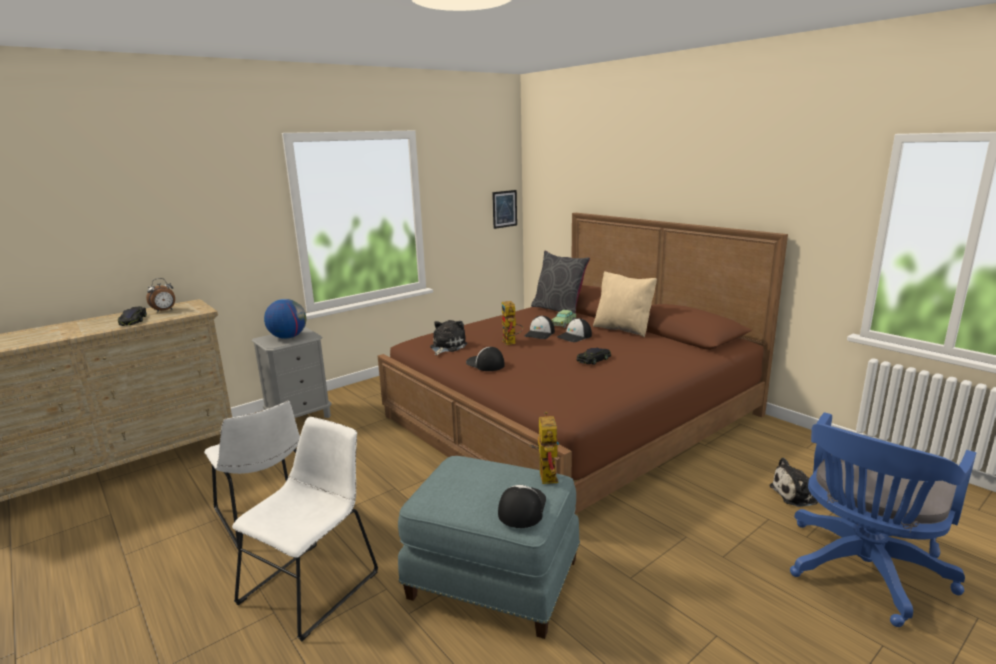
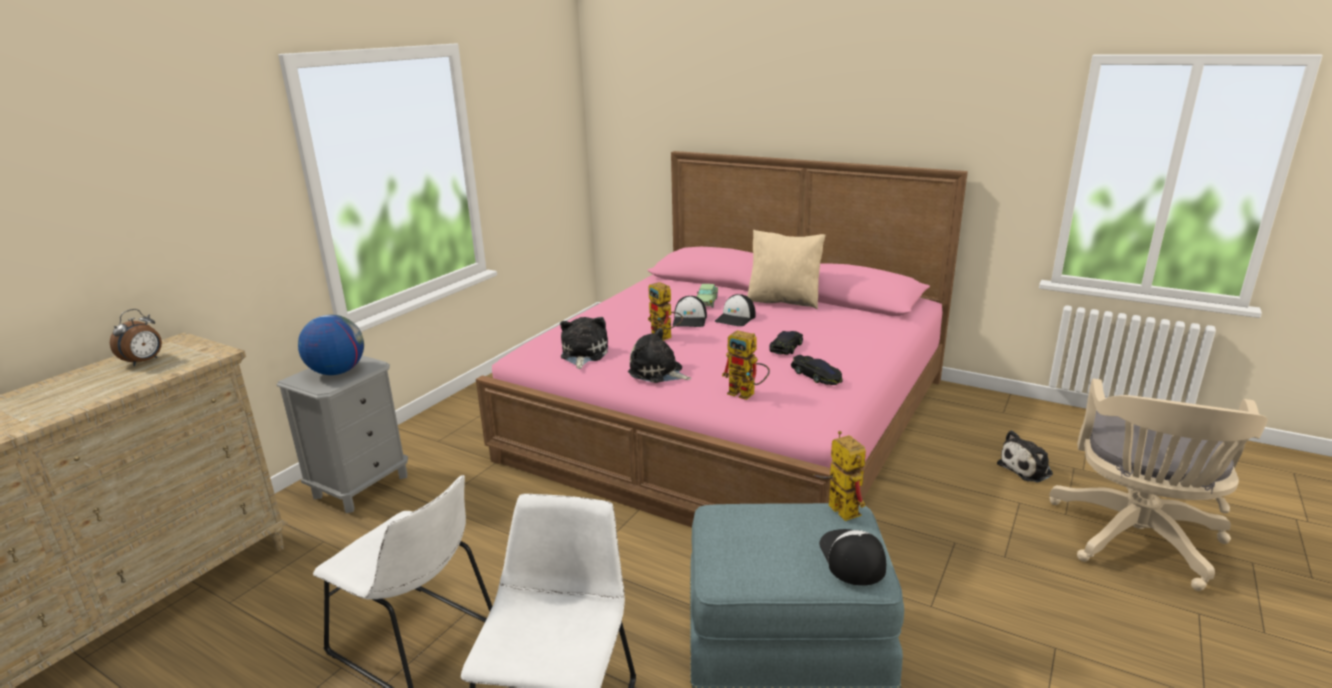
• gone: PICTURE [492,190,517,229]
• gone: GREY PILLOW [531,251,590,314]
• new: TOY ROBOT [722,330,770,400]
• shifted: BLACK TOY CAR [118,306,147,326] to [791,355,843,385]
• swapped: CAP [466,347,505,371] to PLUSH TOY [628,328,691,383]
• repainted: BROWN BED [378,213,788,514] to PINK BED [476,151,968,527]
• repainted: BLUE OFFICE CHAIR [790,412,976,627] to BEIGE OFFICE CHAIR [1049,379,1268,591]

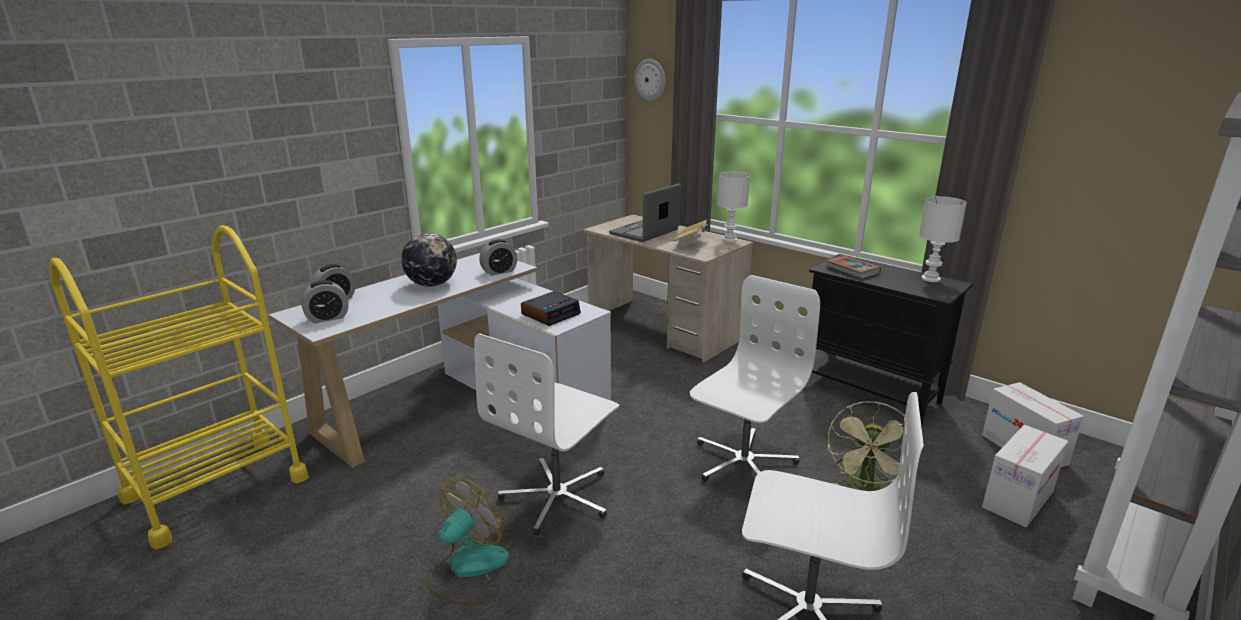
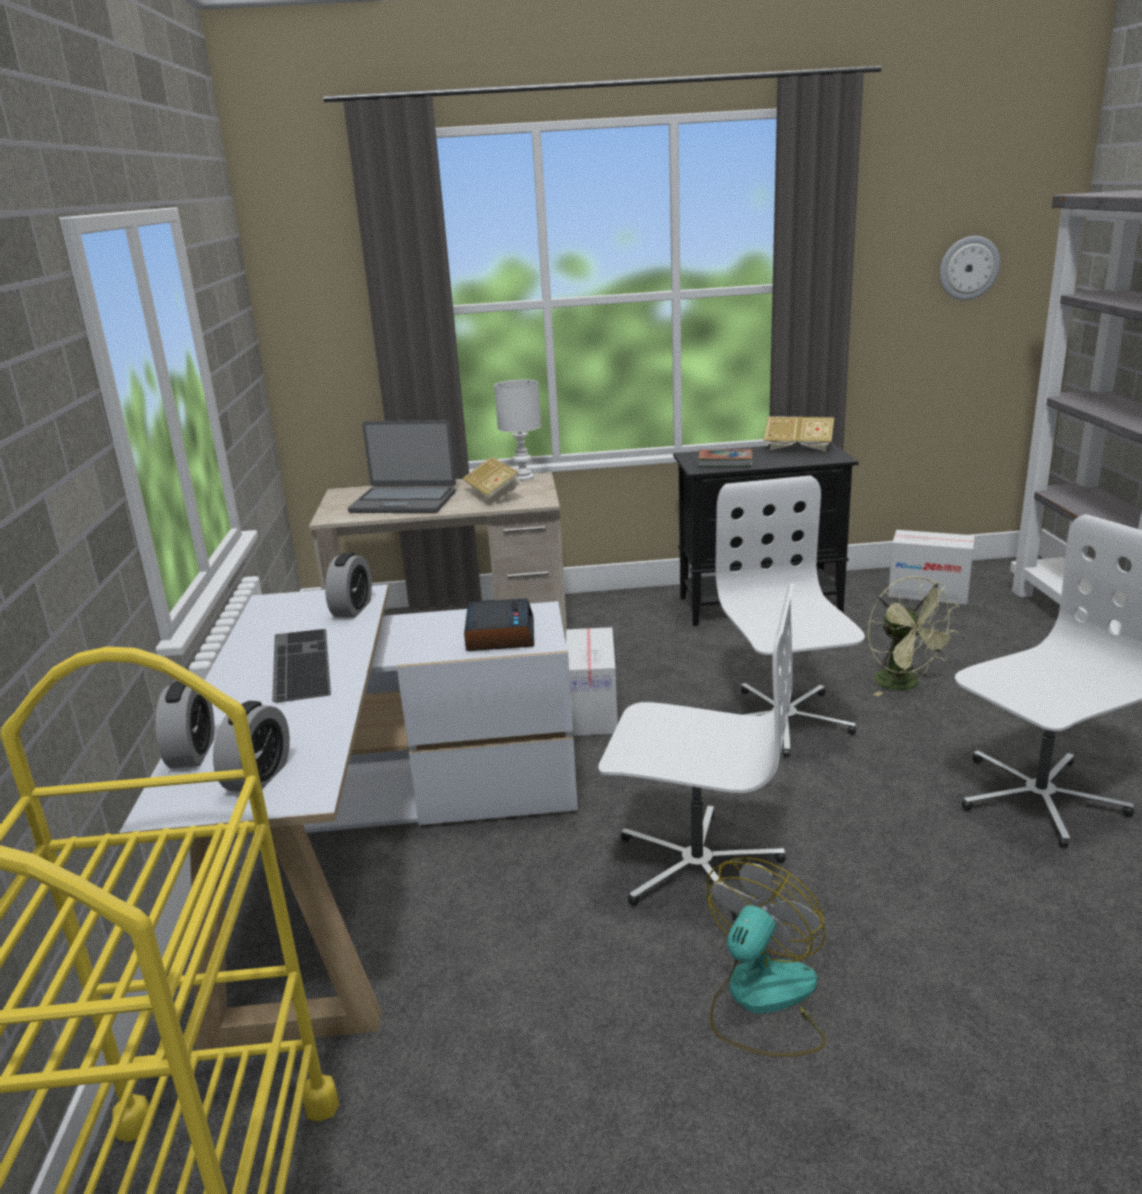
• shifted: WALL CLOCK [634,59,666,101] to [940,236,1000,300]
• shifted: CARDBOARD BOX [982,425,1069,528] to [566,627,618,736]
• swapped: GLOBE [401,233,457,287] to KEYBOARD [272,629,331,702]
• swapped: WHITE TABLE LAMP [919,196,967,282] to BOOK [763,416,834,452]
• rotated: FAN [427,477,509,604] = [707,857,826,1057] 45 degrees clockwise
• rotated: WHITE OFFICE CHAIR [474,333,619,535] = [598,583,794,921] 60 degrees counterclockwise
• rotated: LAPTOP [609,183,681,242] = [348,420,456,513] 75 degrees counterclockwise

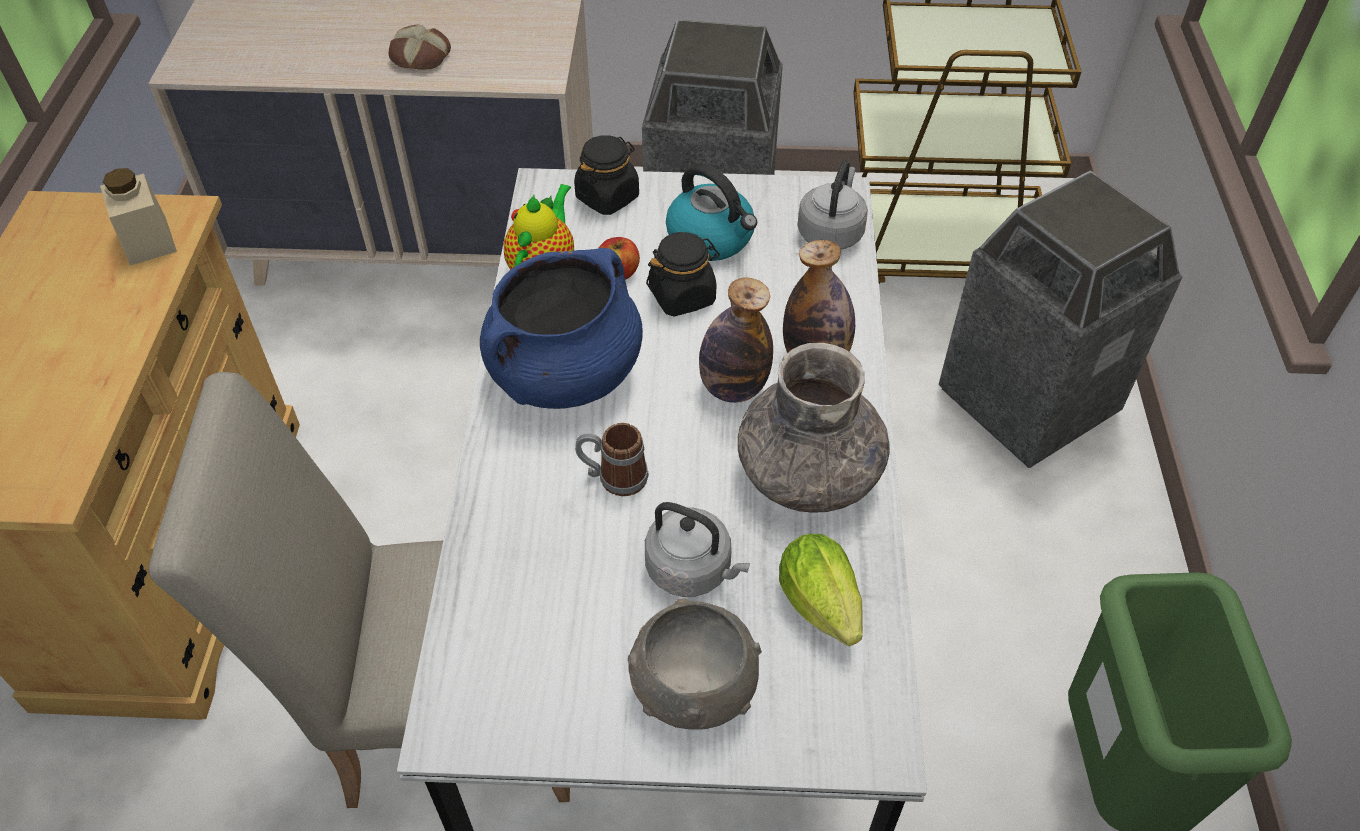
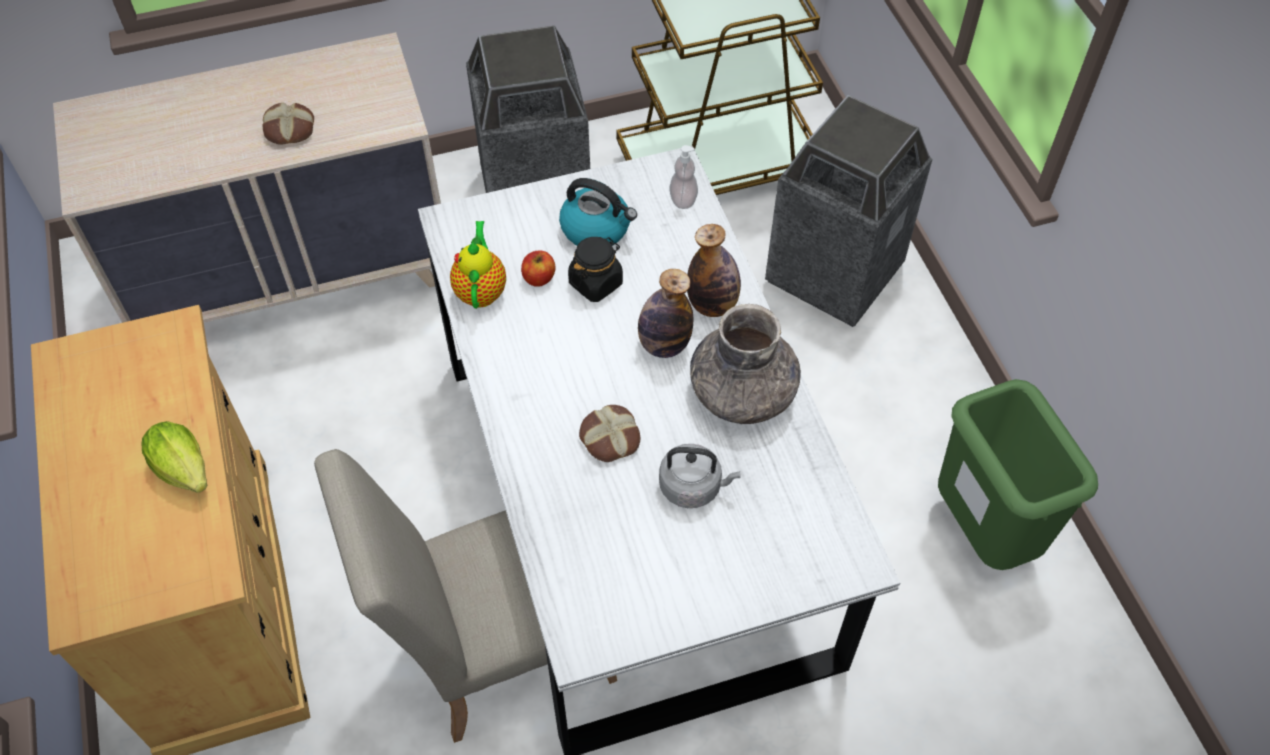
• gone: BEIGE JAR [100,168,177,266]
• gone: BLUE COOKING POT [480,248,643,409]
• gone: BLACK JAR [574,135,639,215]
• gone: GREY BOWL [628,598,762,730]
• shifted: LETTUCE [779,534,863,646] to [141,421,207,493]
• swapped: MUG [575,423,649,496] to BREAD [579,405,640,462]
• swapped: GREY KETTLE [797,160,868,250] to SOAP DISPENSER [669,145,698,209]

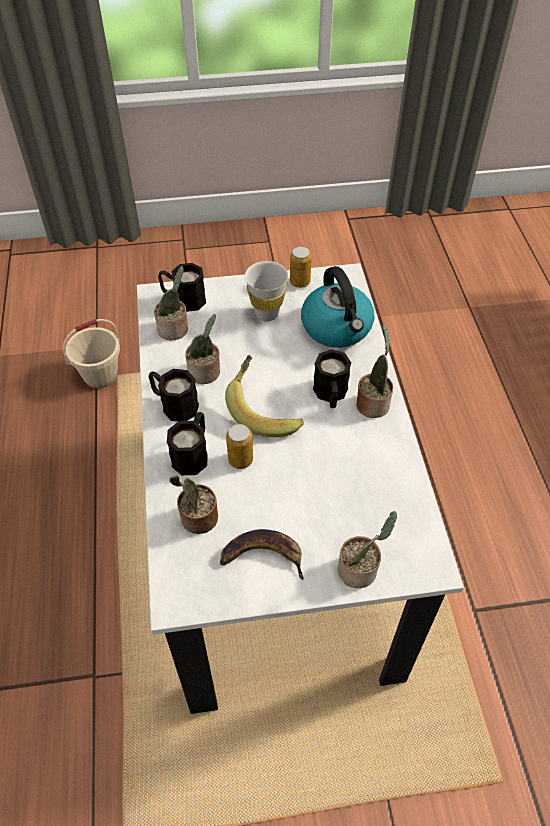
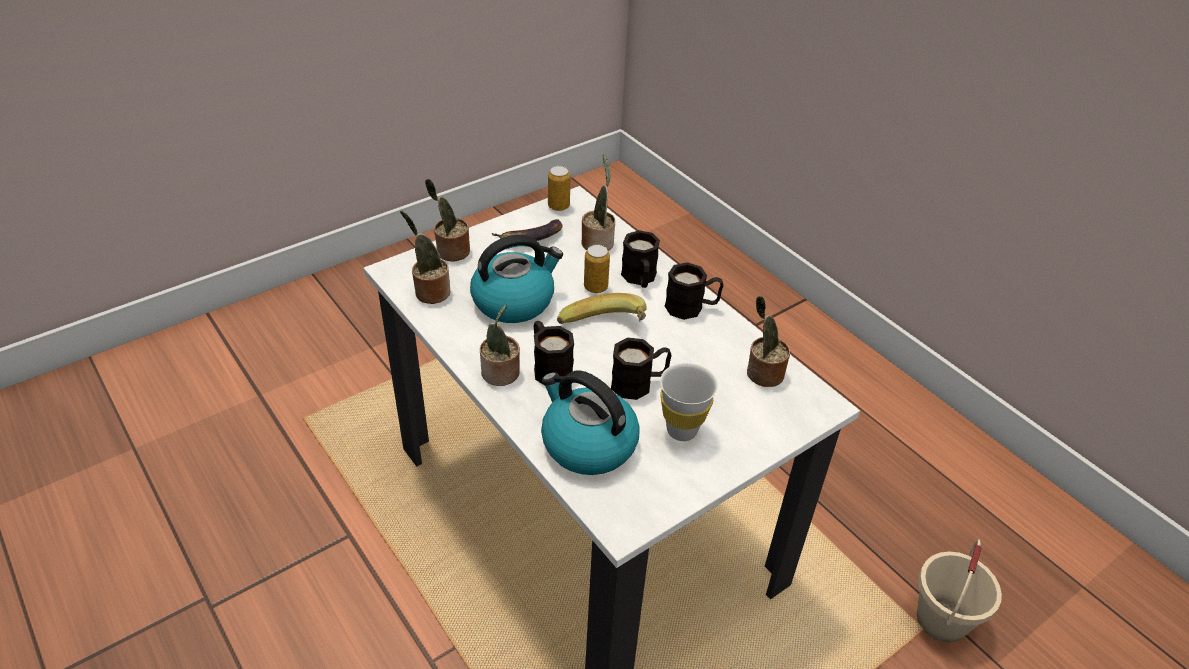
• new: KETTLE [470,234,563,323]
• shifted: BLACK MUG [158,263,206,312] to [611,337,672,400]
• shifted: POTTED PLANT [185,314,220,384] to [400,211,450,304]
• shifted: CAN [290,246,312,288] to [548,166,570,211]

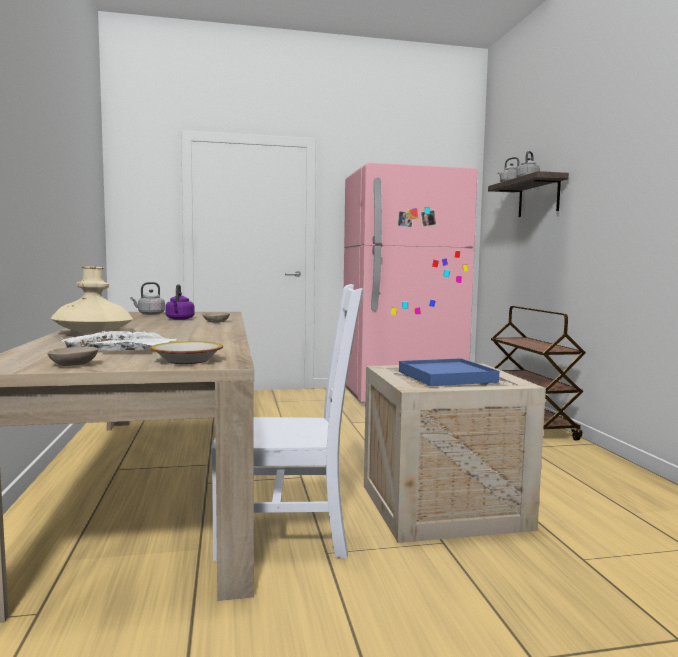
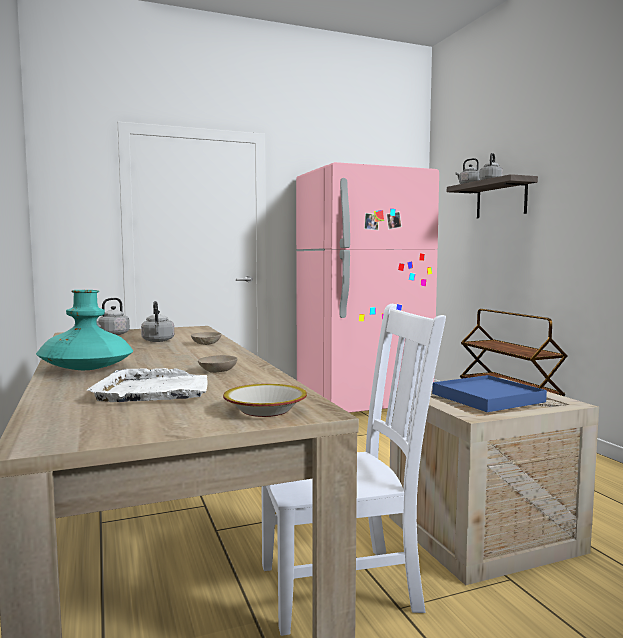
• shifted: BEIGE BOWL [47,347,98,366] to [198,355,238,373]
• repainted: BEIGE VASE [51,266,133,334] to TURQUOISE VASE [36,290,133,370]
• repainted: PURPLE KETTLE [165,284,195,320] to GREY KETTLE [141,301,174,342]

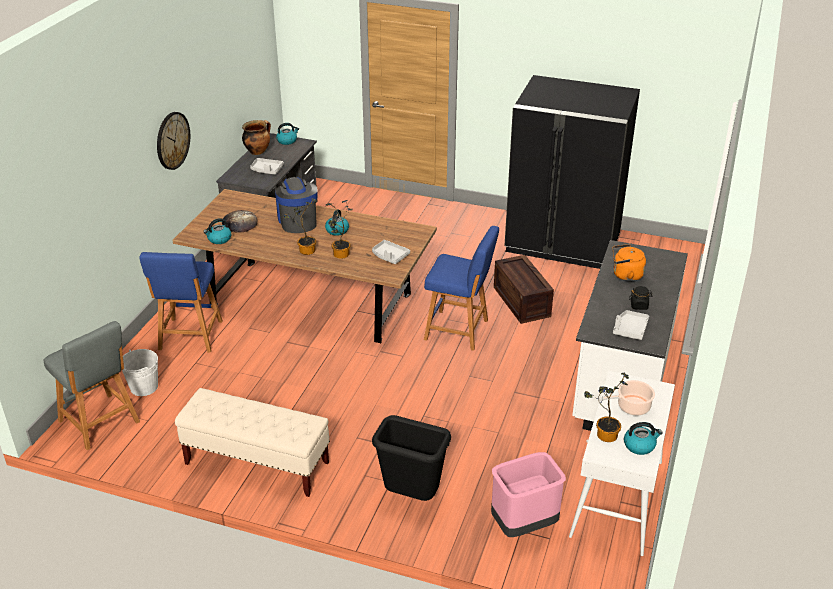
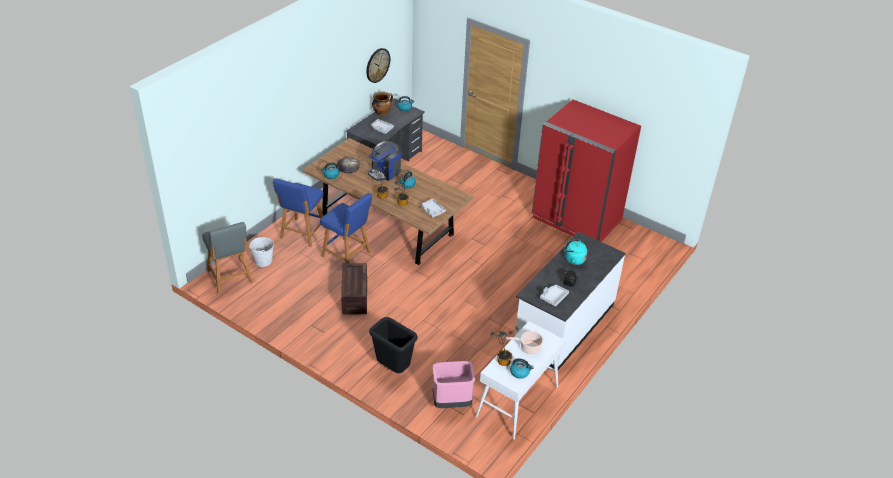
• gone: BEIGE BENCH [175,388,330,497]
• shifted: WALL CLOCK [157,112,190,170] to [366,48,390,83]
• shifted: BLUE STOOL [424,226,499,351] to [320,193,372,263]
• shifted: CRATE [494,255,554,324] to [341,263,367,315]
• repainted: BLACK FRIDGE [504,75,640,269] to RED FRIDGE [532,100,641,242]
• repainted: ORANGE KETTLE [613,244,646,281] to TURQUOISE KETTLE [564,239,587,265]
• rotated: COFFEE MACHINE [275,177,318,233] = [368,141,402,181] 135 degrees counterclockwise

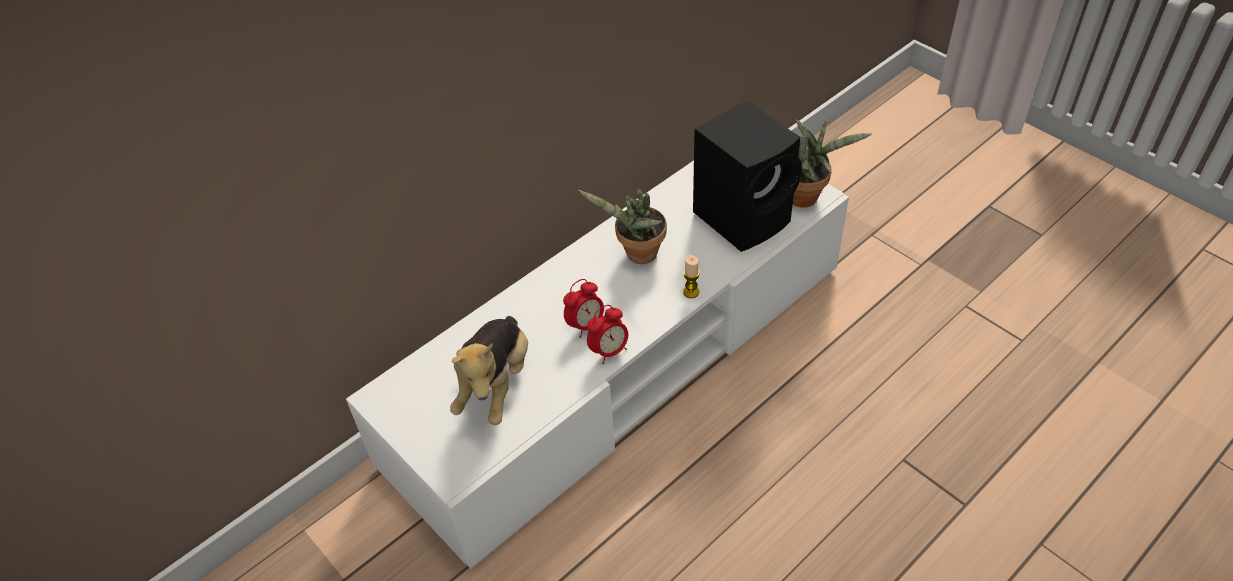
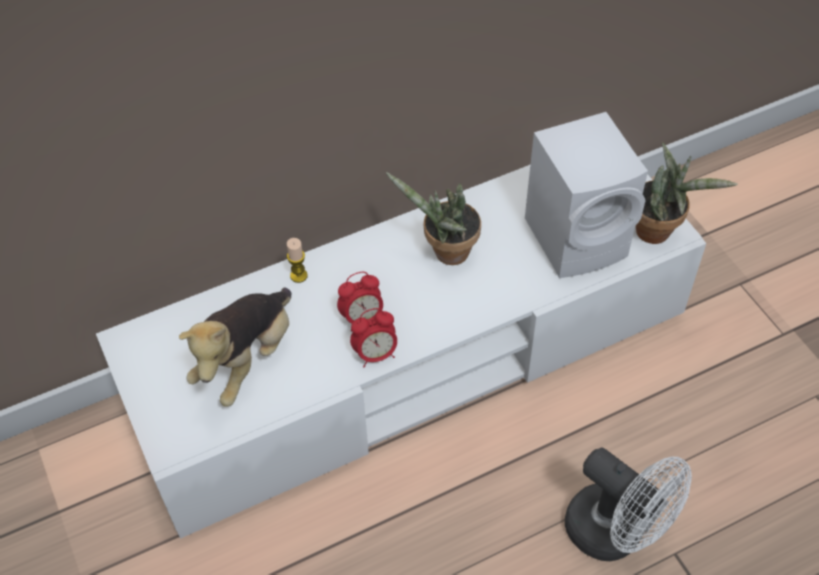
• new: WHITE FAN [565,448,692,561]
• shifted: CANDLE [683,255,700,298] to [287,238,308,283]
• repainted: BLACK SPEAKER [693,100,802,252] to WHITE SPEAKER [525,112,648,278]

